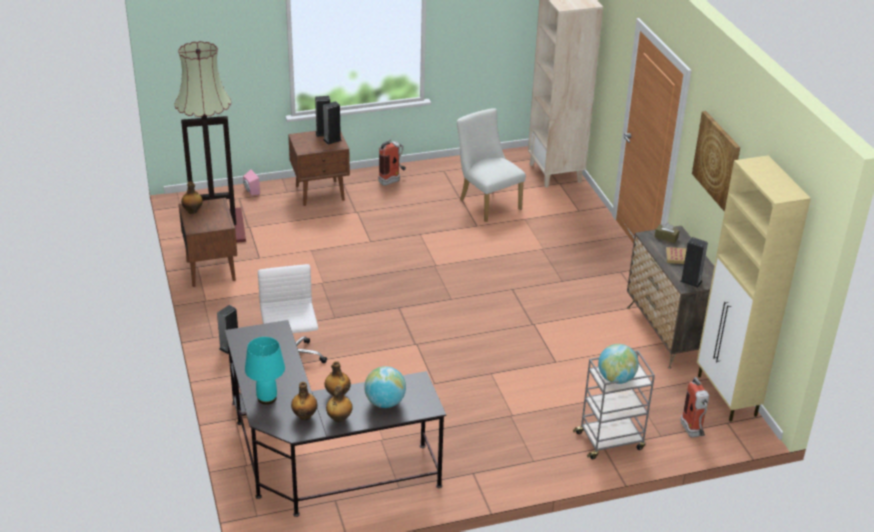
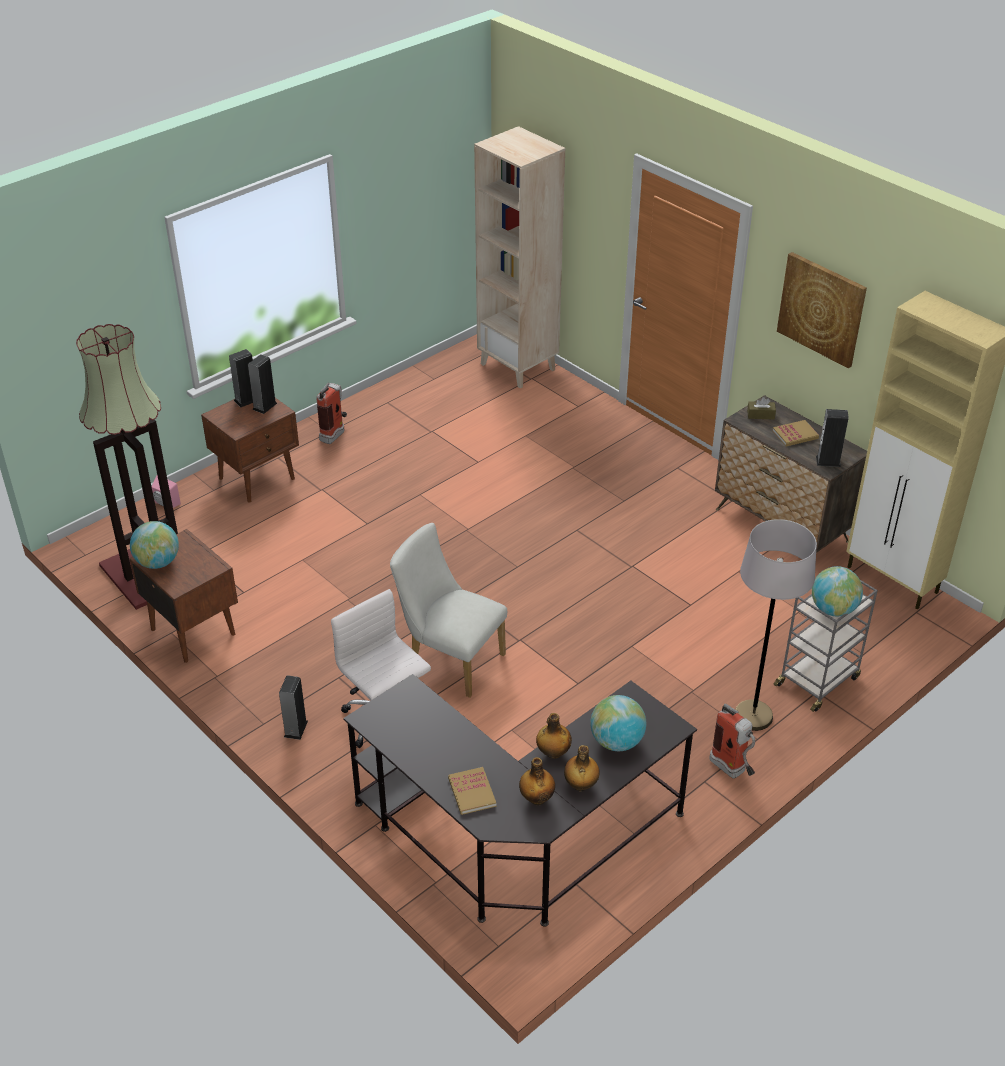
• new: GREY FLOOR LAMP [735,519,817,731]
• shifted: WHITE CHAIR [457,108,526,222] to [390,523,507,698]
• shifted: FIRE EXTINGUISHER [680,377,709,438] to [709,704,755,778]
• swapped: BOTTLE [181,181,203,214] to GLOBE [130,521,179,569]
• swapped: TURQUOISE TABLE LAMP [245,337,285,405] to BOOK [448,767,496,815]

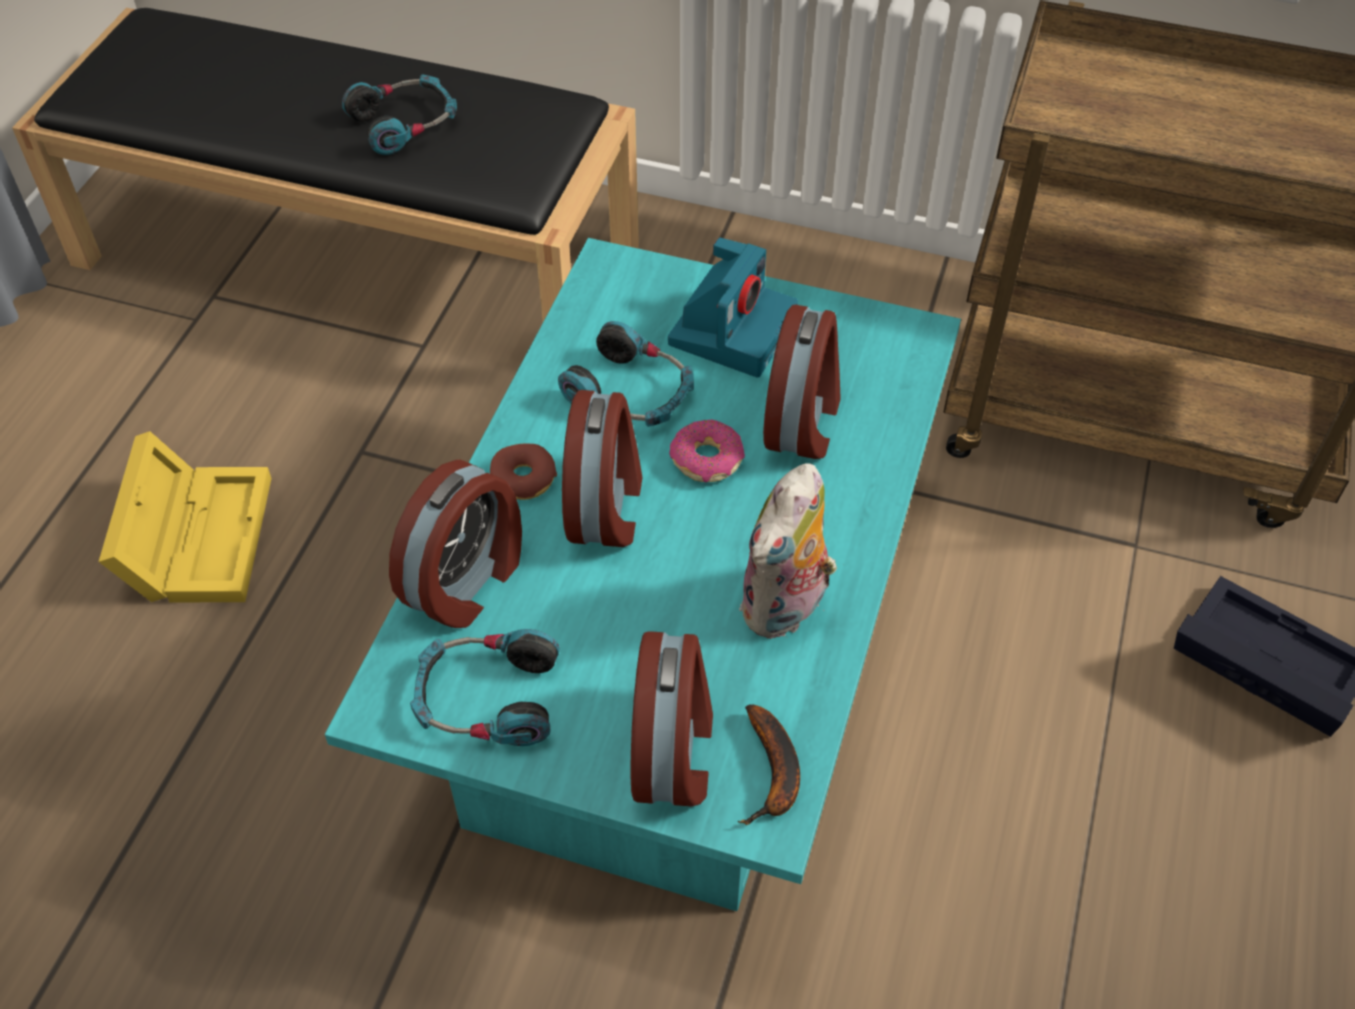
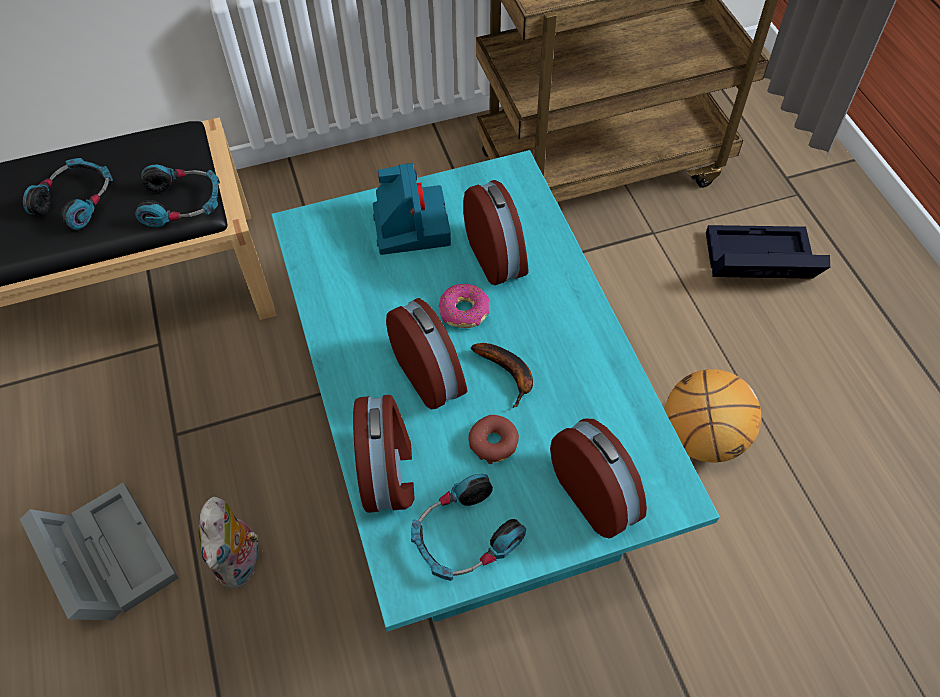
• new: BASKETBALL [665,369,762,463]
• shifted: DONUT [490,444,557,500] to [468,415,519,464]
• shifted: HEADPHONES [558,321,694,427] to [135,165,220,227]
• shifted: BANANA [738,704,800,825] to [471,343,533,408]
• shifted: PLUSH TOY [739,463,837,639] to [198,497,259,588]
• repainted: YELLOW STORAGE BOX [99,431,272,602] to GREY STORAGE BOX [20,483,179,620]

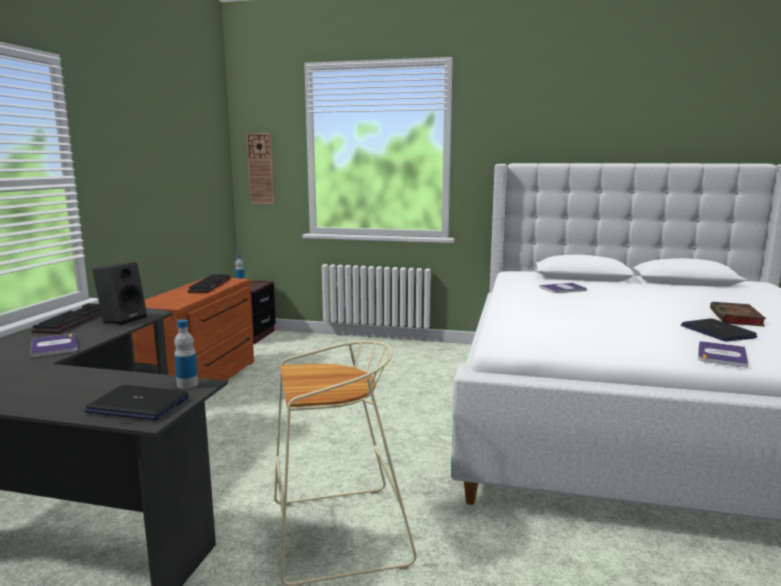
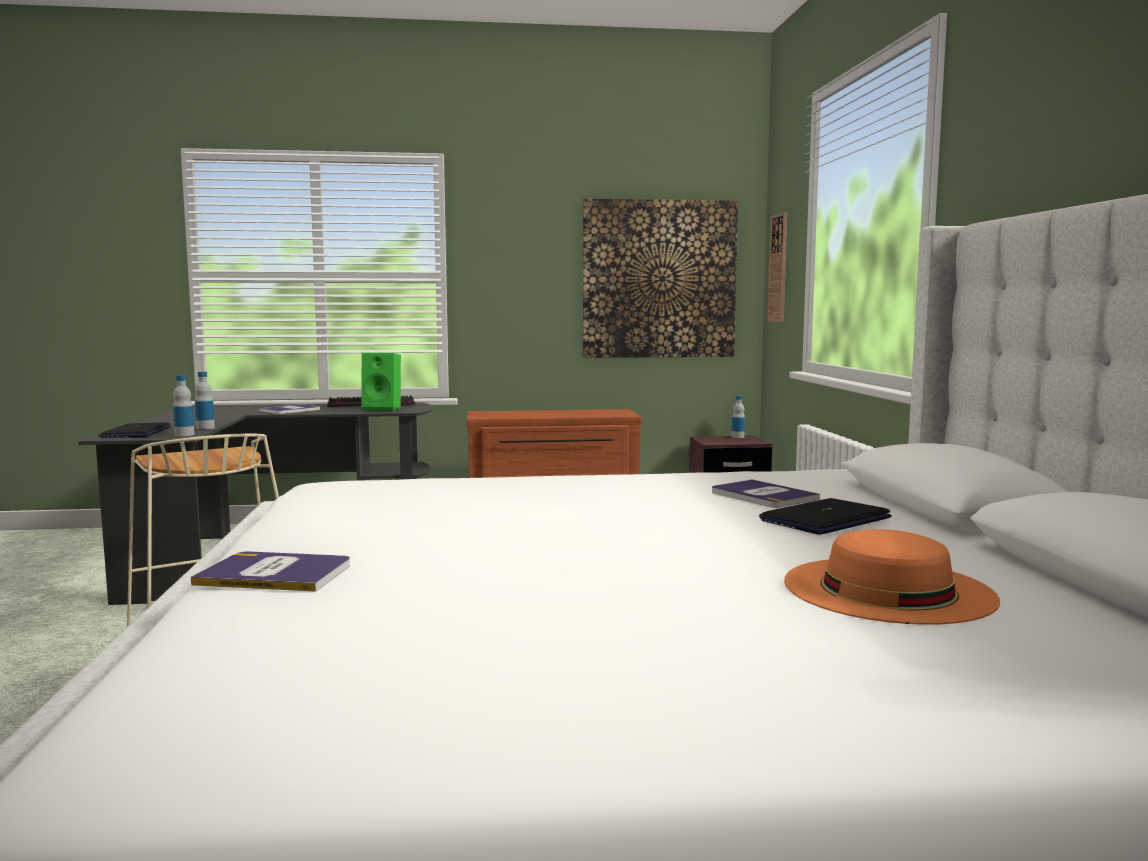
• gone: KEYBOARD [188,274,231,293]
• gone: BOOK [710,302,766,327]
• new: BOTTLE [195,372,215,429]
• new: PICTURE [583,198,738,358]
• new: ORANGE HAT [784,529,1000,625]
• shifted: LAPTOP [681,319,757,342] to [759,498,892,535]
• repainted: BLACK SPEAKER [92,262,147,325] to GREEN SPEAKER [361,353,401,411]

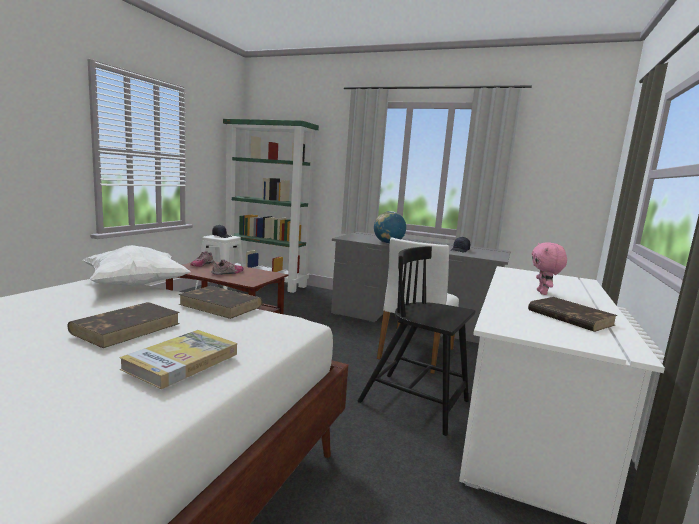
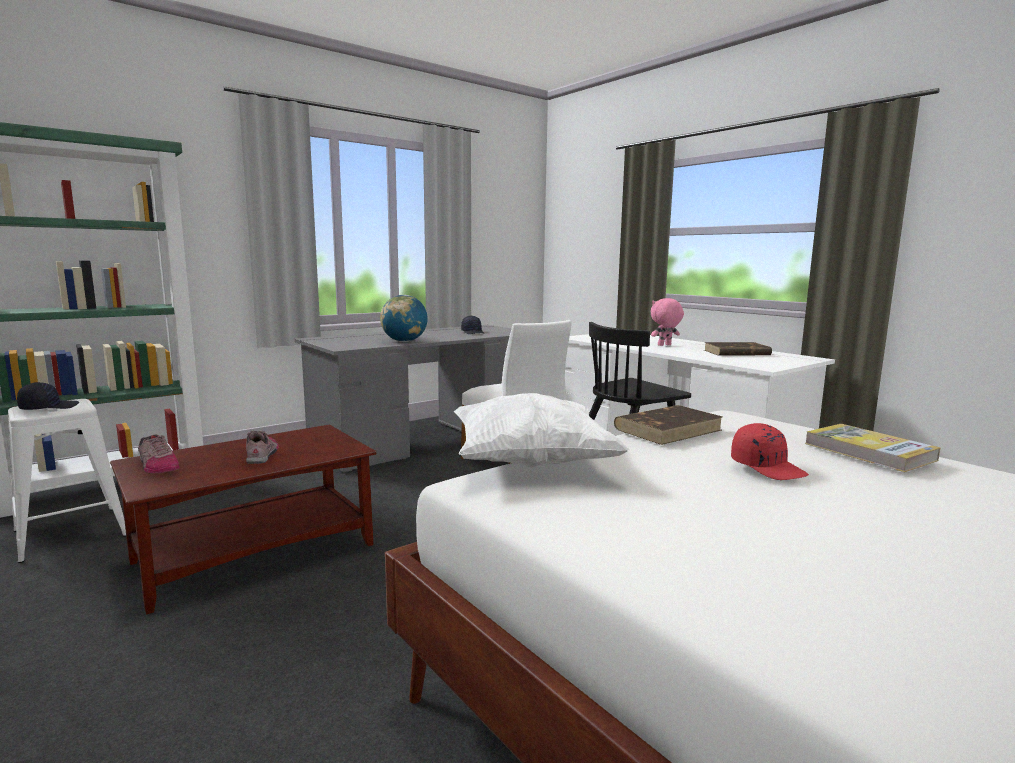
• swapped: BROWN BOOK [67,302,180,348] to RED CAP [731,423,809,480]
• rotated: PINK PLUSH TOY [532,242,567,295] = [651,298,684,346] 120 degrees clockwise

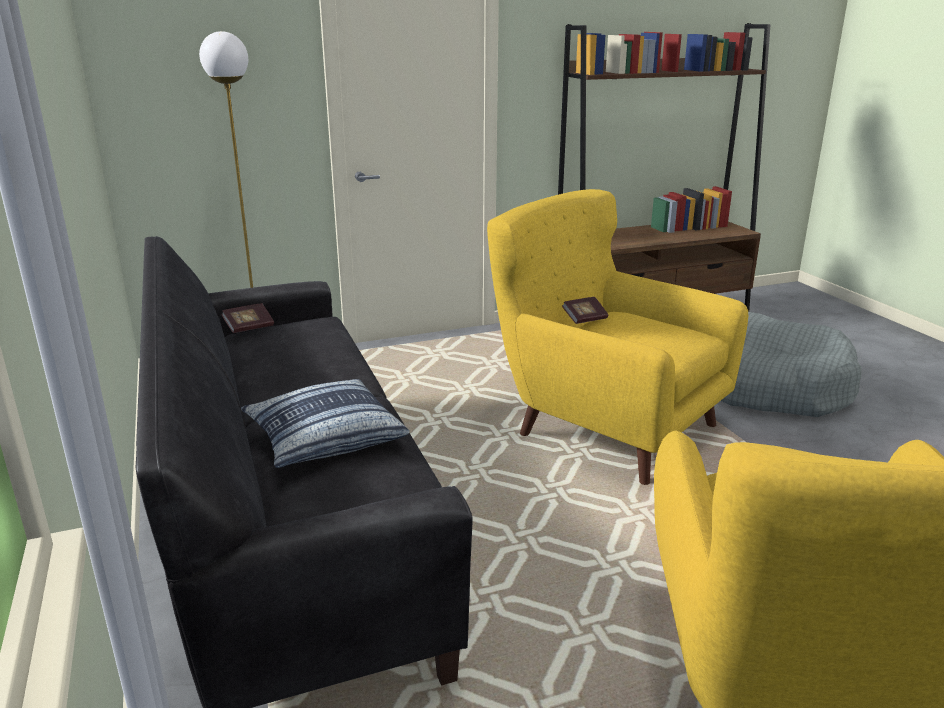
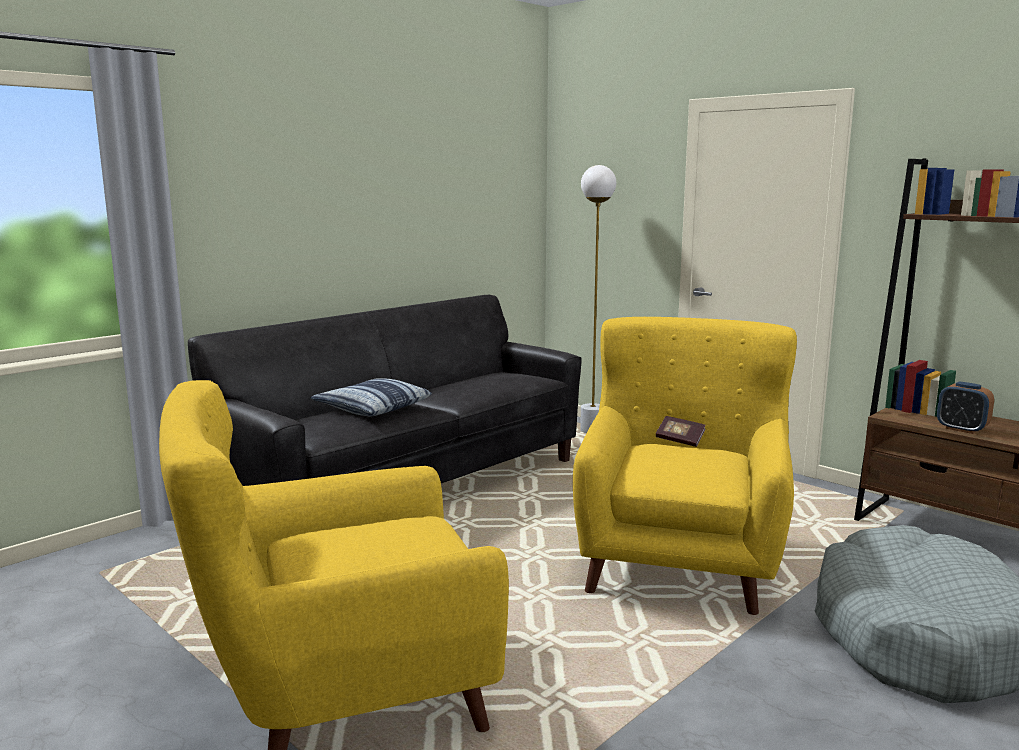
• gone: BOOK [221,303,274,333]
• new: ALARM CLOCK [937,382,994,434]

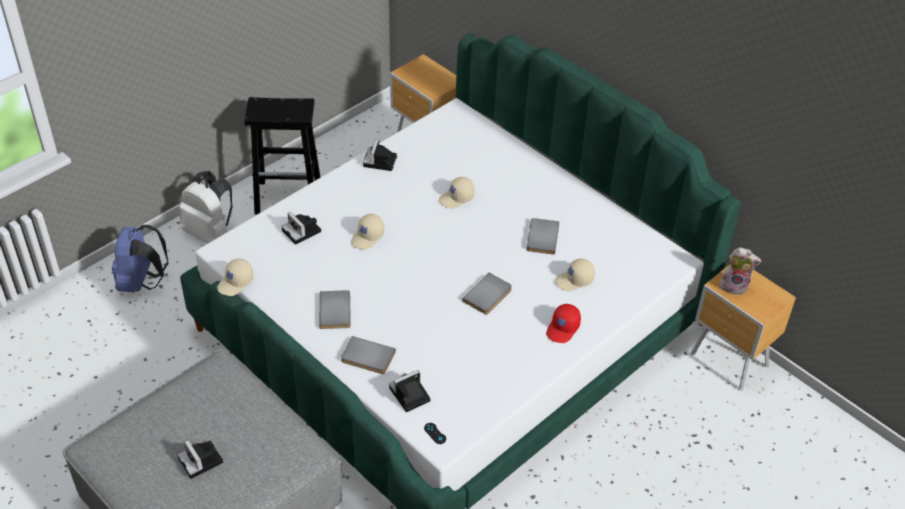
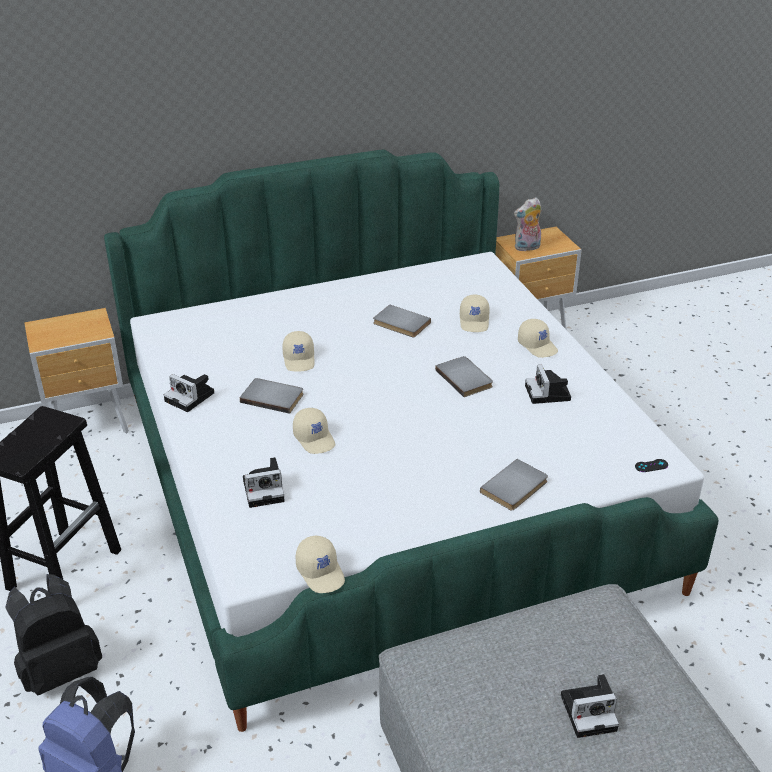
• shifted: GREY BOOK [320,290,351,329] to [240,378,303,414]
• shifted: PHOTO CAMERA [389,370,431,412] to [525,365,571,404]
• repainted: WHITE BACKPACK [179,171,233,244] to BLACK BACKPACK [5,574,102,695]
• repainted: RED CAP [546,304,581,343] to BEIGE CAP [518,319,558,358]
• rotated: PLUSH TOY [720,247,761,295] = [514,197,542,251] 150 degrees counterclockwise

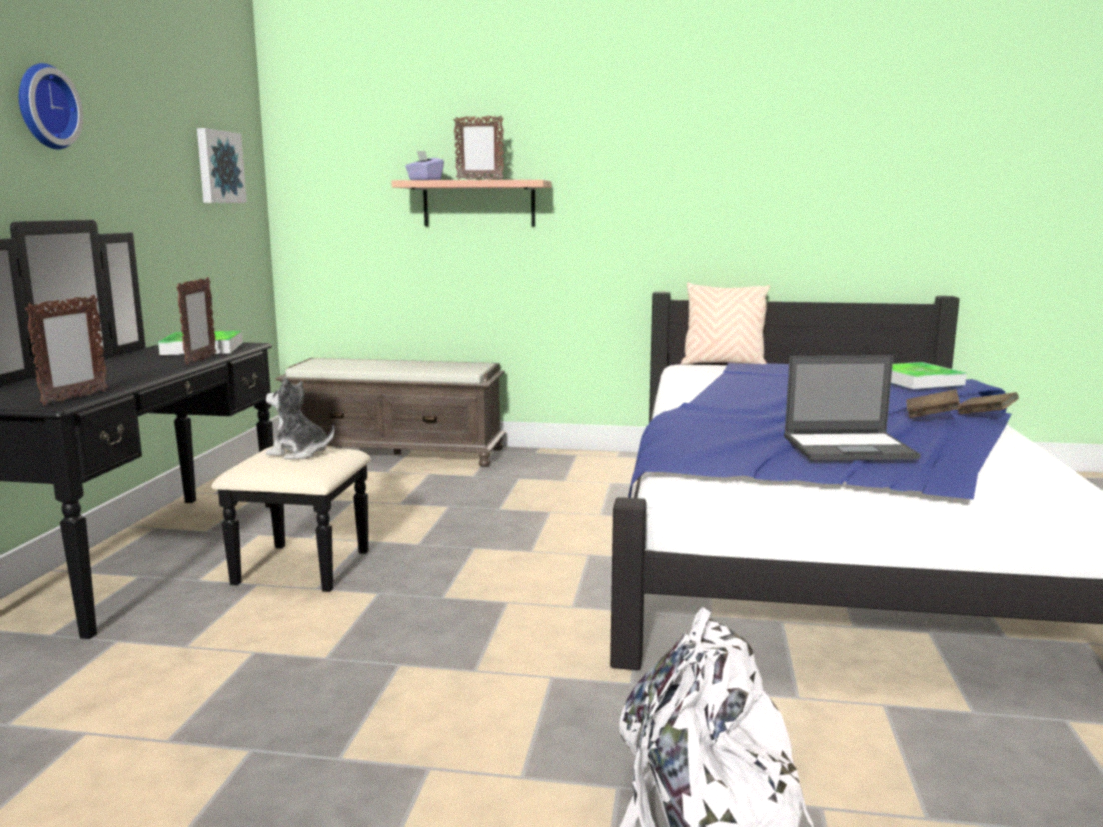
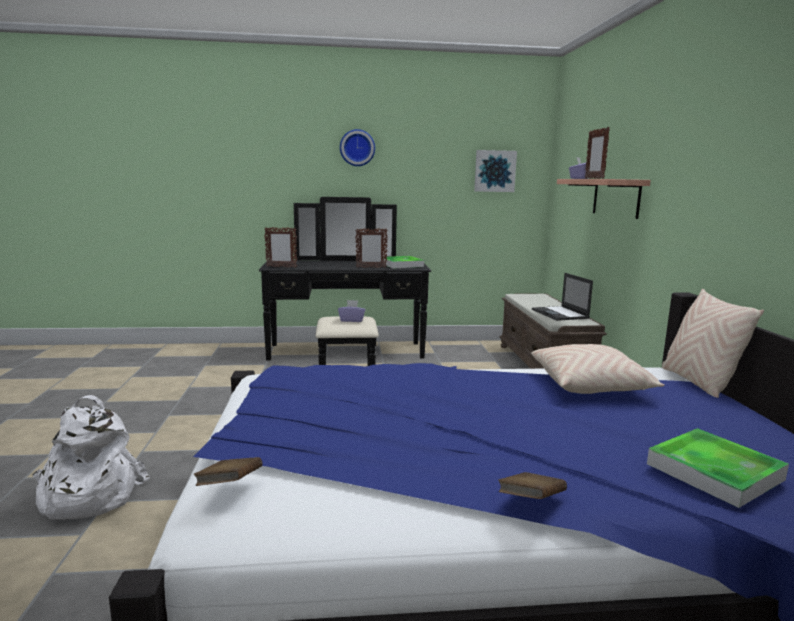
• new: BEIGE PILLOW [531,344,665,394]
• shifted: LAPTOP [784,355,921,460] to [532,273,593,321]
• shifted: BROWN BOOK [906,389,961,418] to [194,457,262,486]
• swapped: PLUSH TOY [266,376,334,459] to PURPLE TISSUE BOX [338,300,366,322]

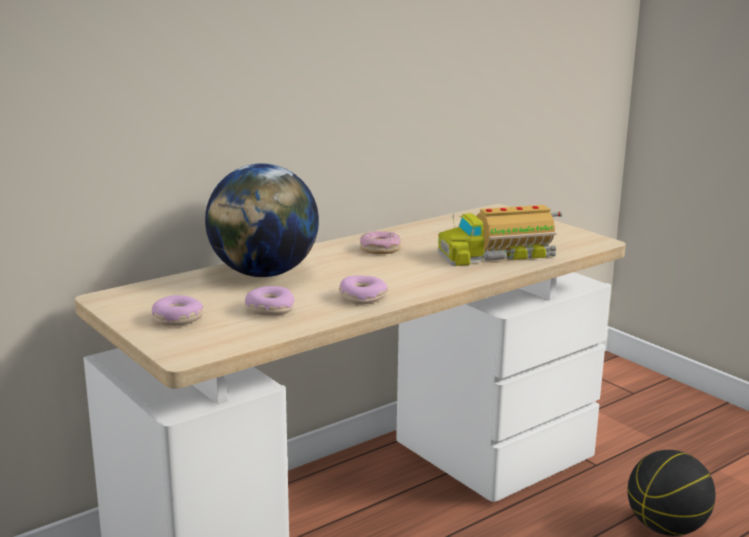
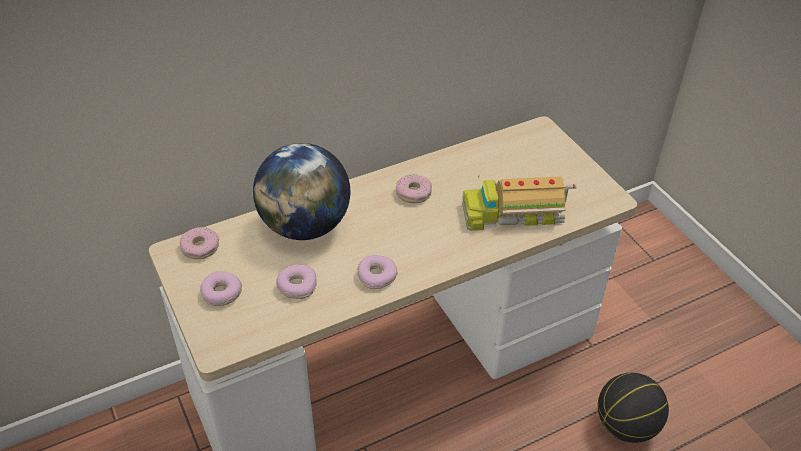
• new: DONUT [180,227,219,259]

